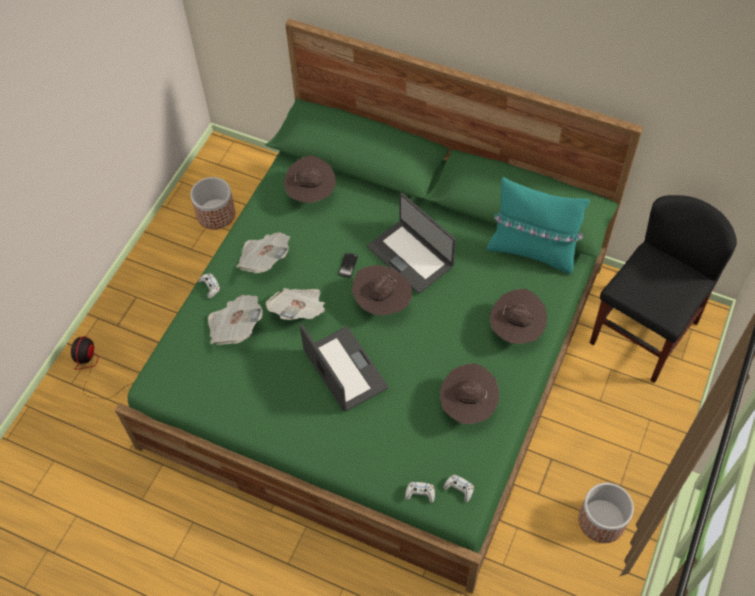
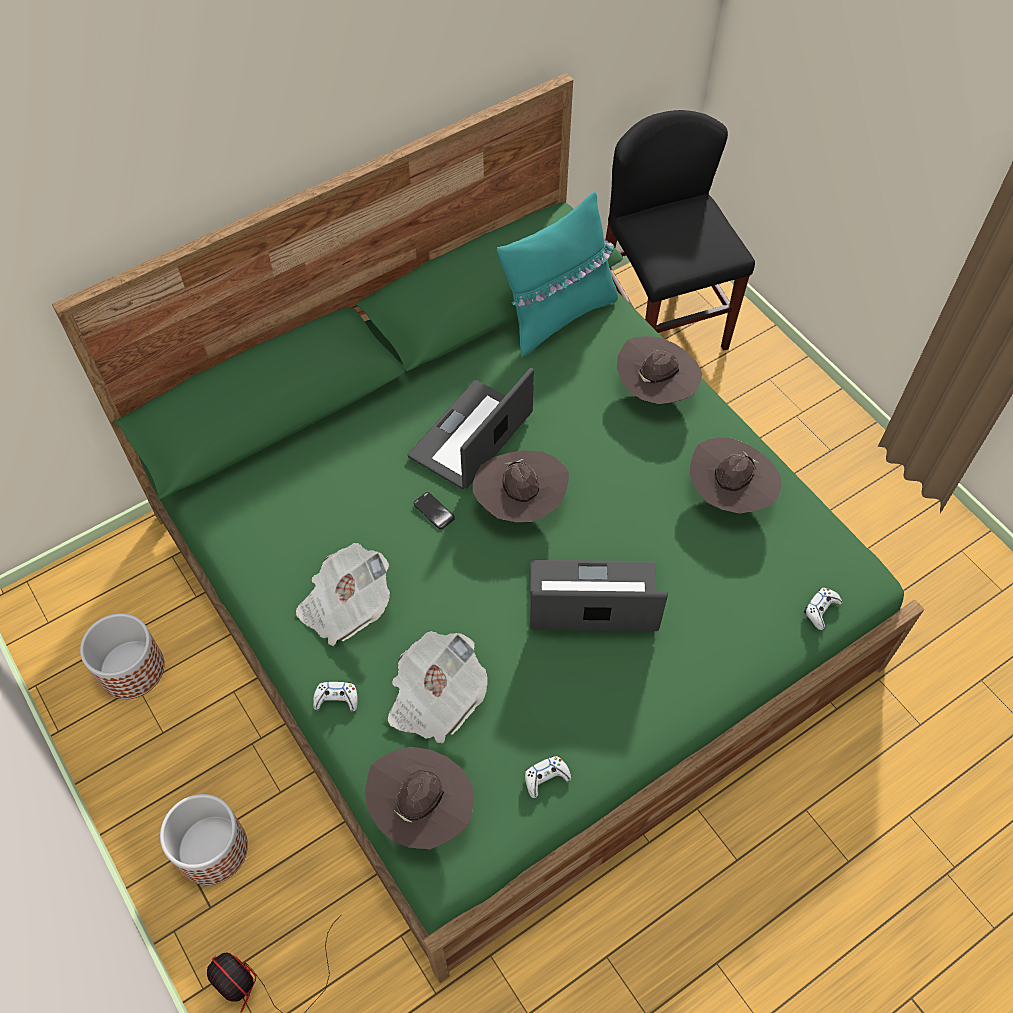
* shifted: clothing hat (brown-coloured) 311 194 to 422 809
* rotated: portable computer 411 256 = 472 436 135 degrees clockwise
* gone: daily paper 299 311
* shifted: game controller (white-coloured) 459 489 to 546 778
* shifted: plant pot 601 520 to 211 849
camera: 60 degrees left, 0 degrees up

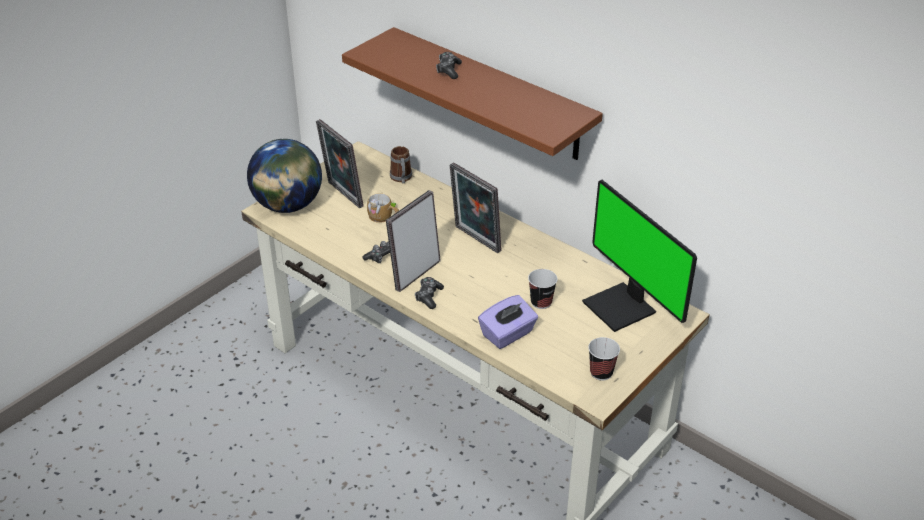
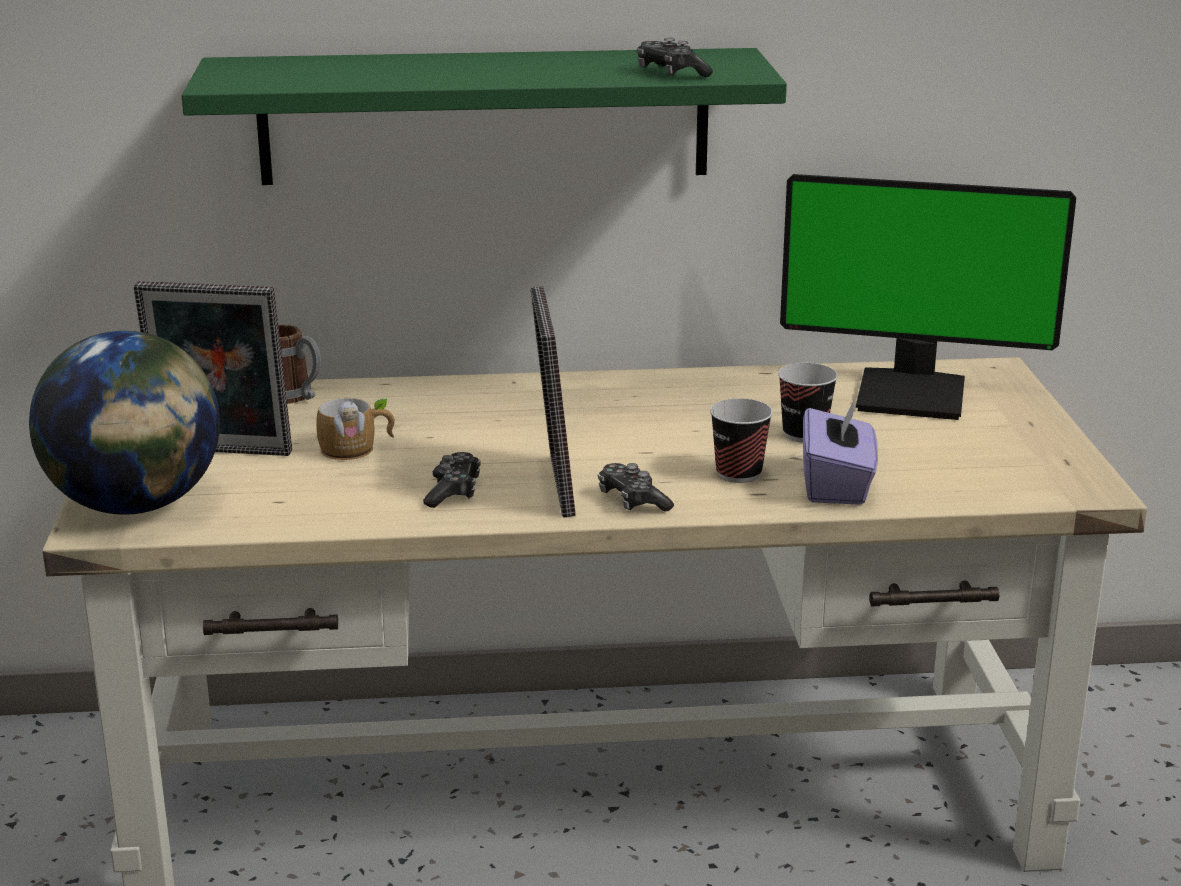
* repainted: wall shelf (brown-coloured) 491 94 to wall shelf (green) 484 116
* shifted: game controller 448 70 to 670 73
* gone: picture frame 475 240
* shifted: small cup 601 372 to 738 473
camera: 45 degrees left, 15 degrees down

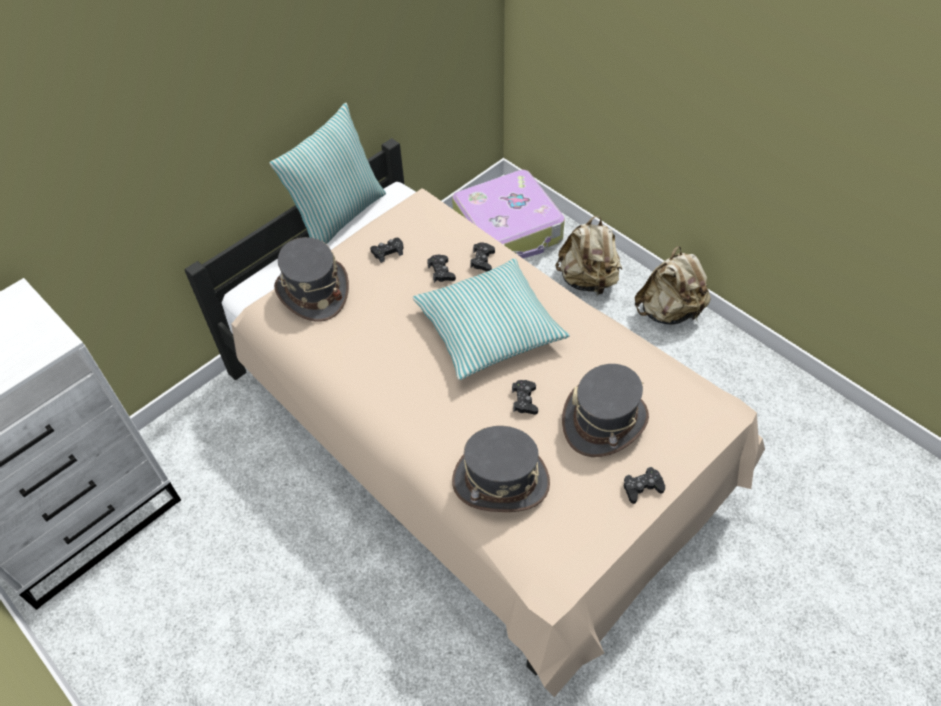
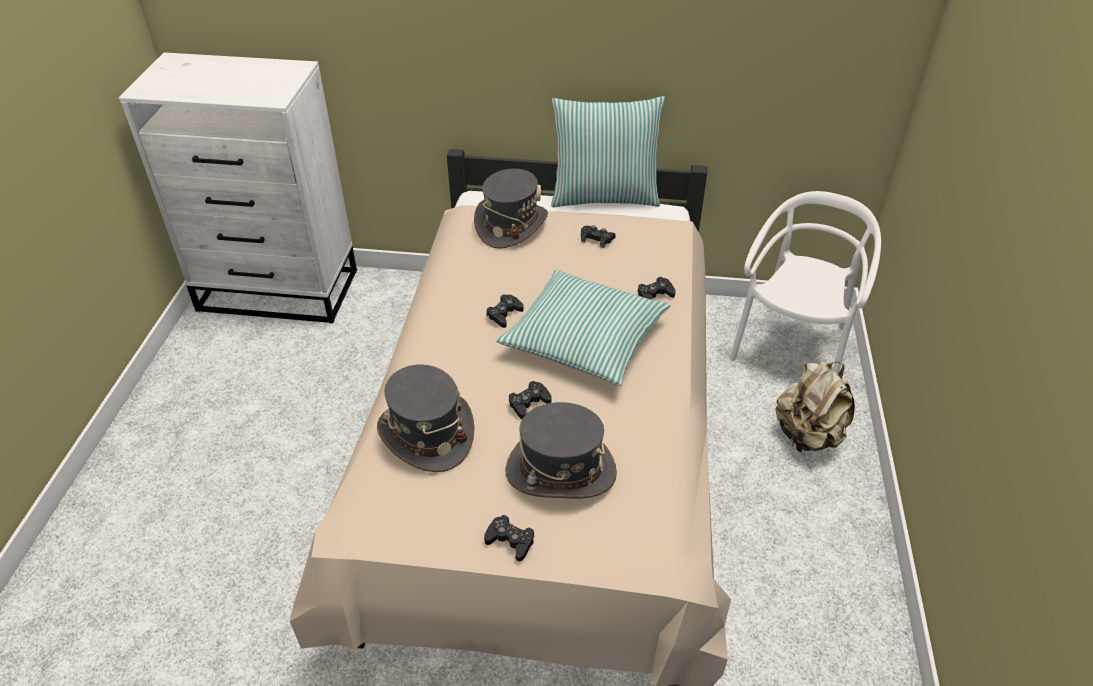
* swapped: travel case 508 230 to plain chair (white-coloured) 792 346
* gone: rucksack (sand-coloured) 669 311
* shifted: game controller (black) 441 272 to 504 314
camera: 50 degrees right, 10 degrees down

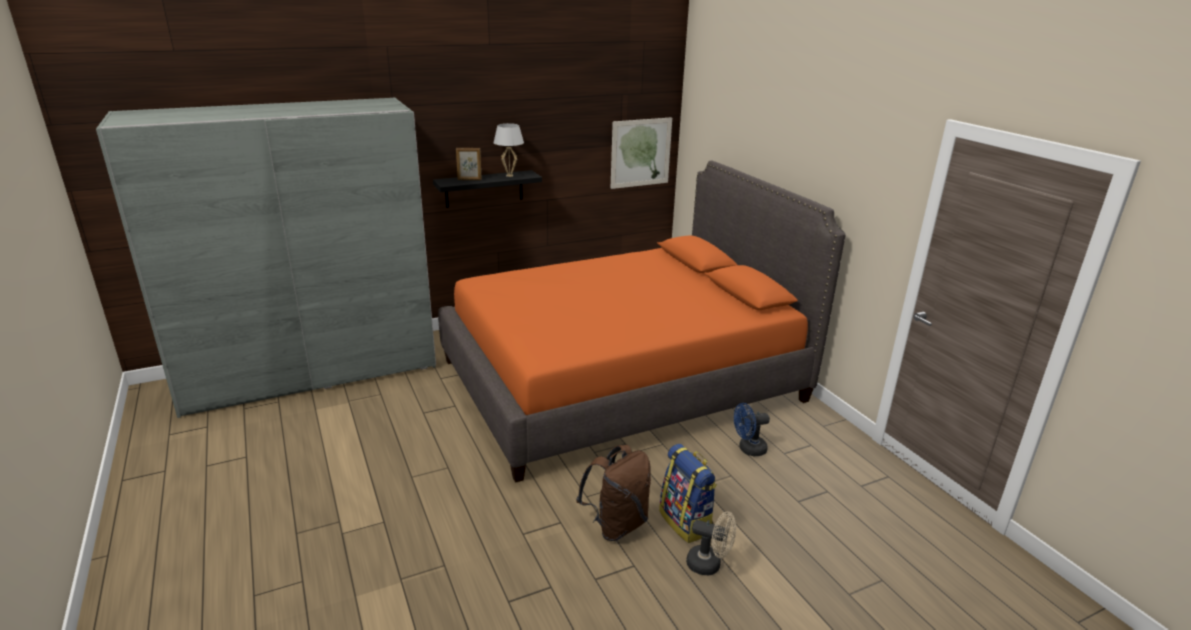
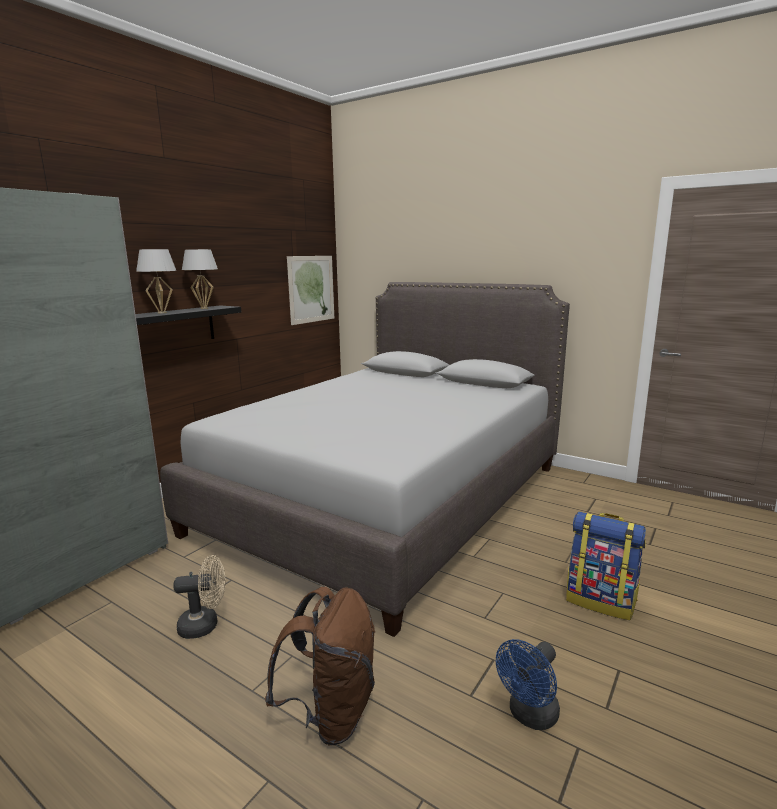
* swapped: picture frame 469 180 to table lamp (white-coloured) 162 313
* repainted: bedroom bed (orange) 622 380 to bedroom bed (greyish) 388 498
* shifted: fan (blue-coloured) 748 449 to 529 716
* shifted: rucksack (brown-coloured) 616 524 to 331 713
* shifted: fan (sand-coloured) 709 565 to 205 625
camera: 30 degrees left, 10 degrees down

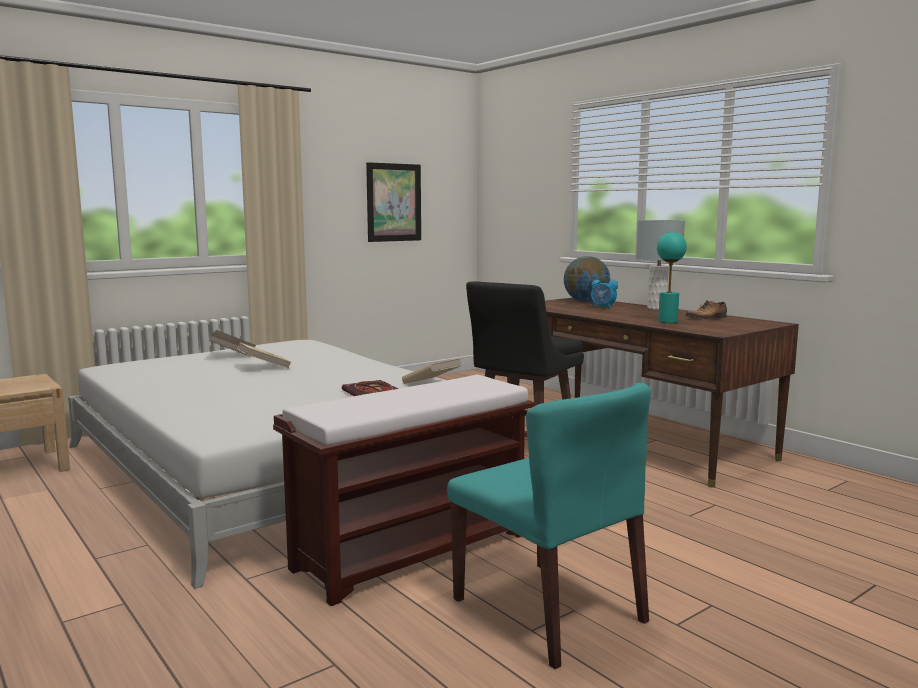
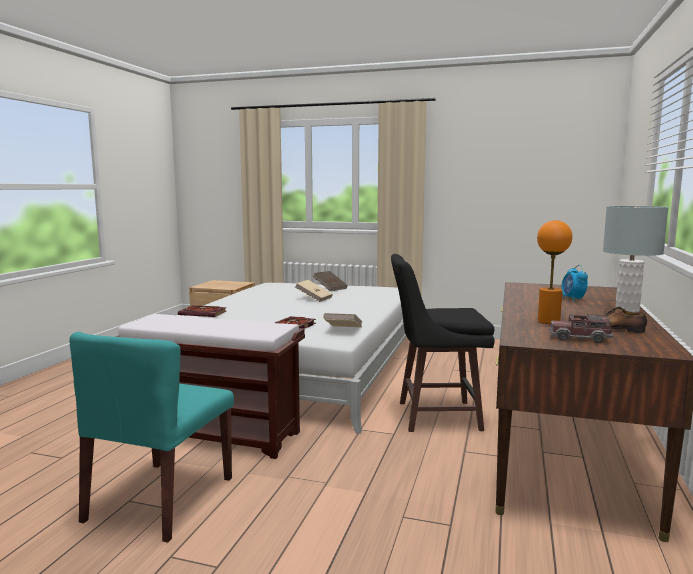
* gone: wall picture 394 202
* repainted: table lamp (turquoise) 668 321 to table lamp (orange) 548 321
* gone: desk globe 586 302
* new: volume 204 313
* new: toy truck 579 338
camera: 55 degrees right, 0 degrees up

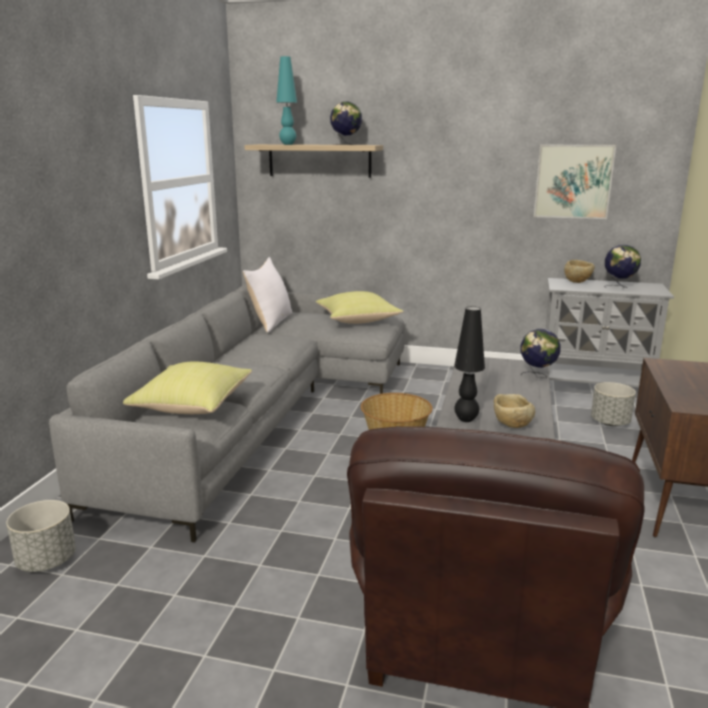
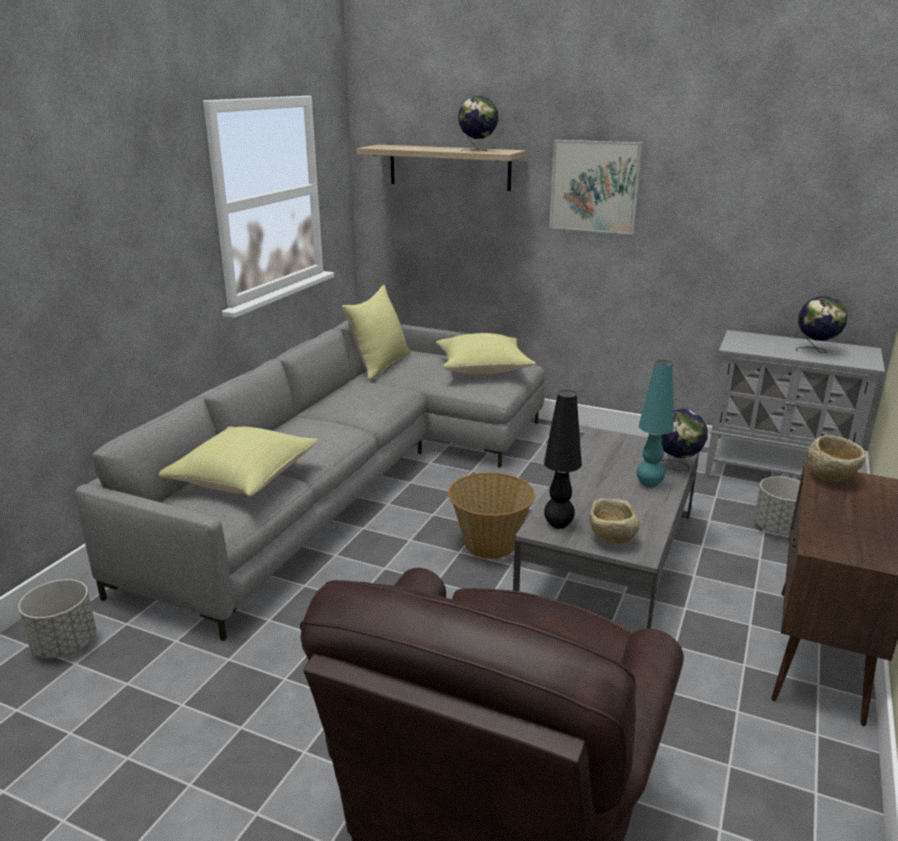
* shifted: table lamp (turquoise) 288 144 to 649 484
* shifted: wall picture 573 181 to 594 186
* repainted: throw pillow (white-coloured) 271 322 to throw pillow (yellow) 380 365
* shifted: bowl (sand-coloured) 578 282 to 832 478
camera: 10 degrees right, 5 degrees up

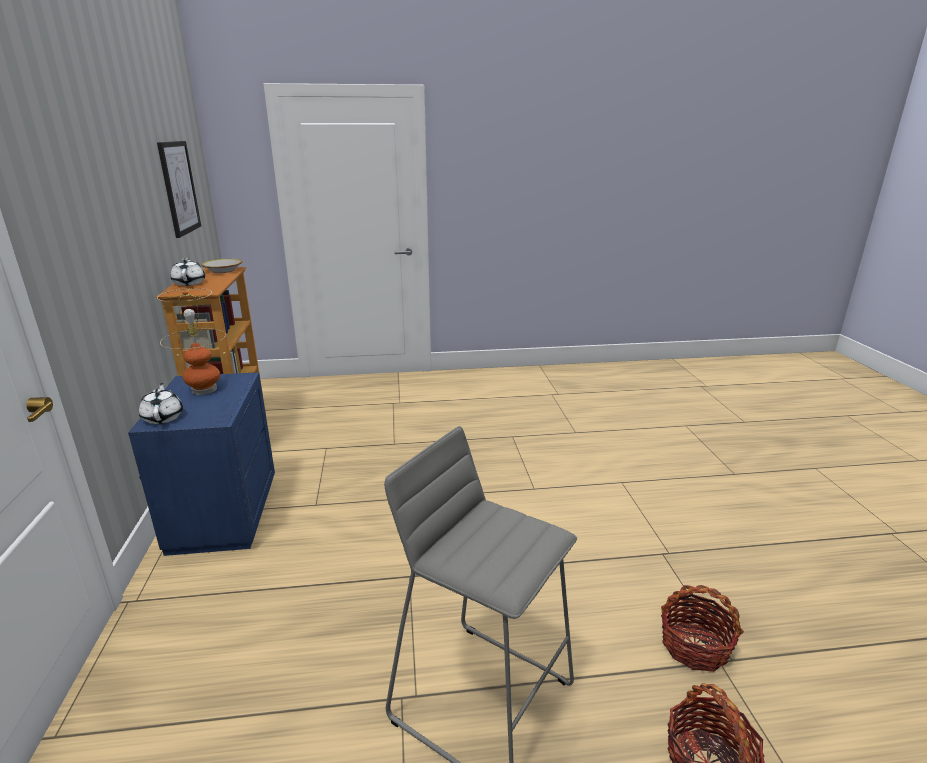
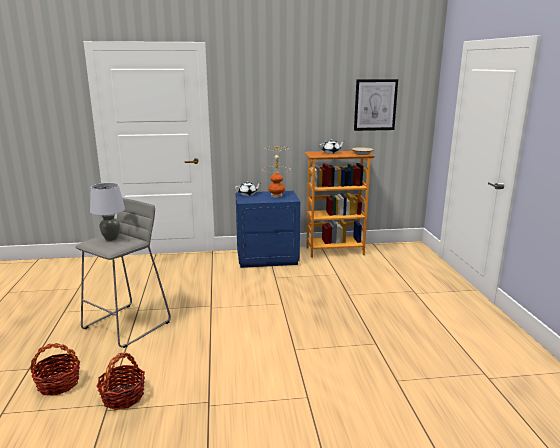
* new: table lamp (greyish) 111 238
camera: 90 degrees right, 5 degrees down

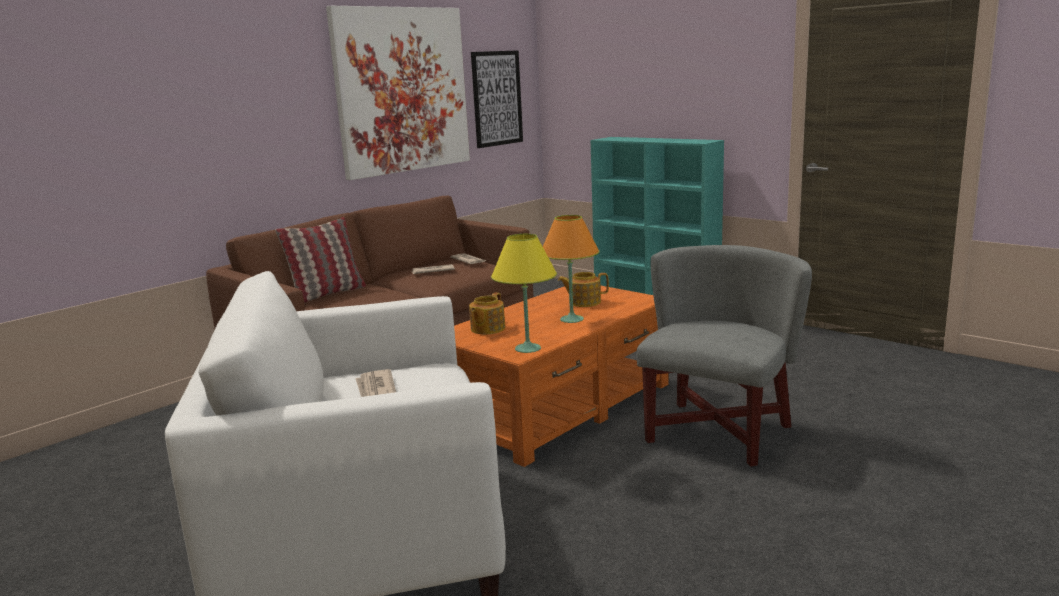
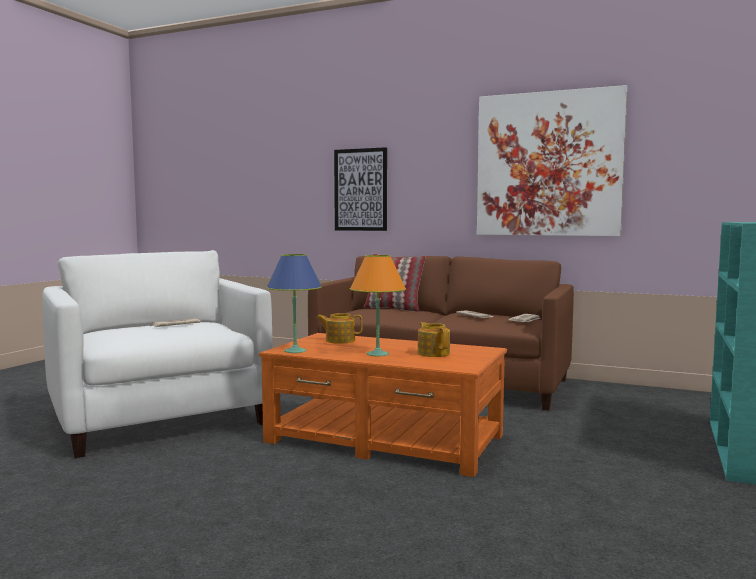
* shifted: wall picture 497 98 to 360 190
* repainted: table lamp (yellow) 527 348 to table lamp (blue-coloured) 295 351
* gone: lounge chair (greyish) 717 433
camera: 70 degrees right, 10 degrees down

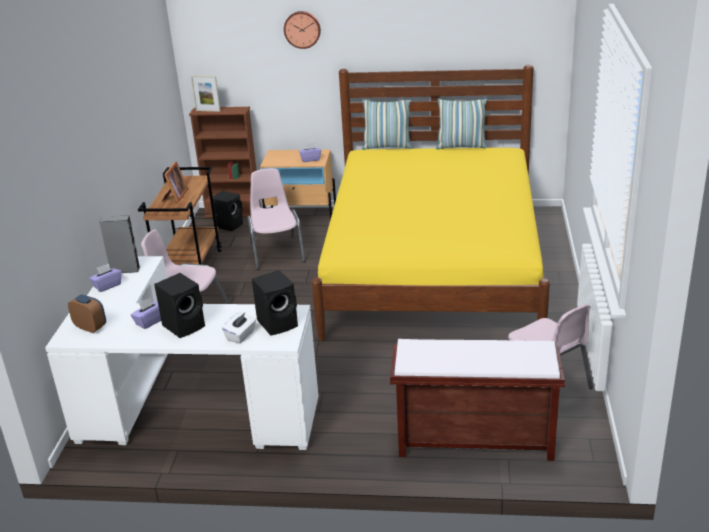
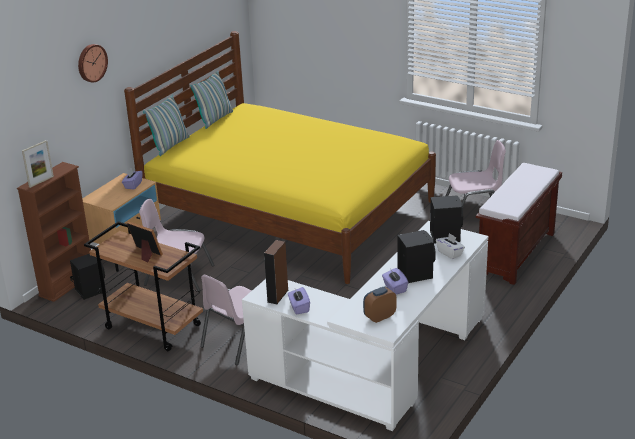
* repainted: speaker (greyish) 125 270 to speaker (brown-coloured) 278 296
camera: 65 degrees left, 0 degrees up

